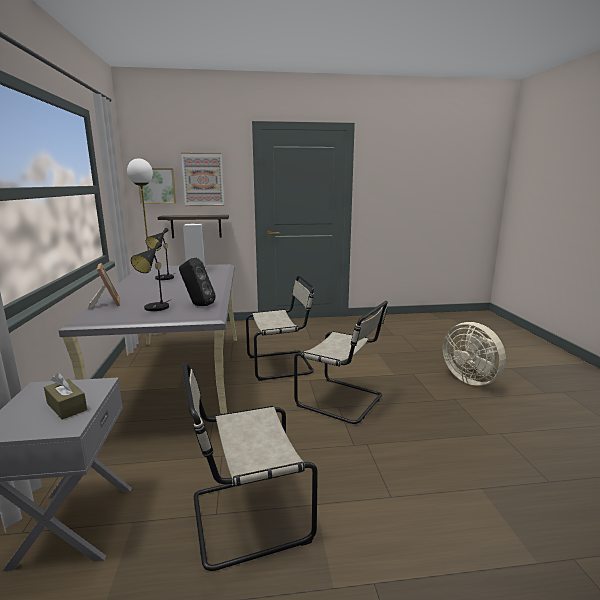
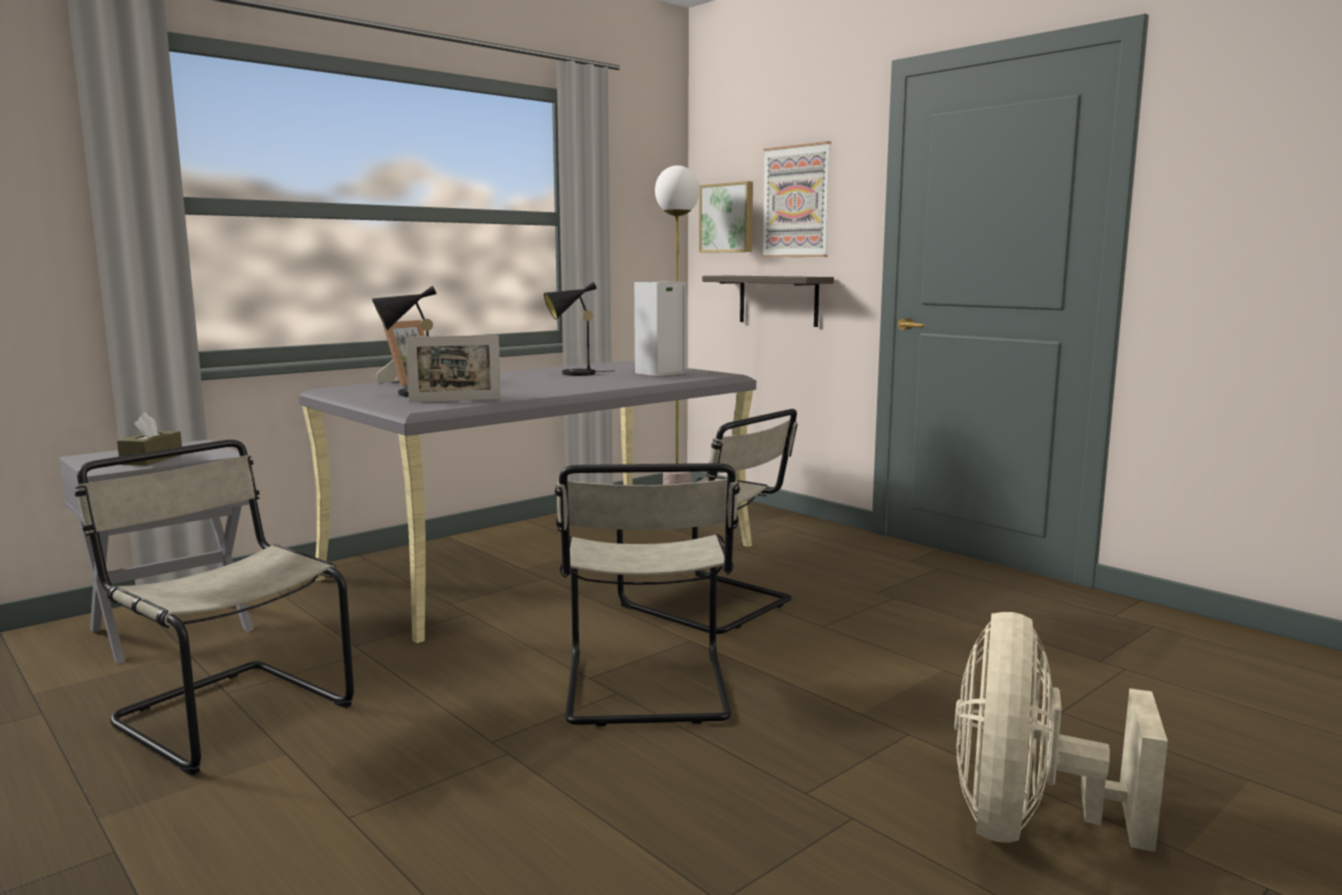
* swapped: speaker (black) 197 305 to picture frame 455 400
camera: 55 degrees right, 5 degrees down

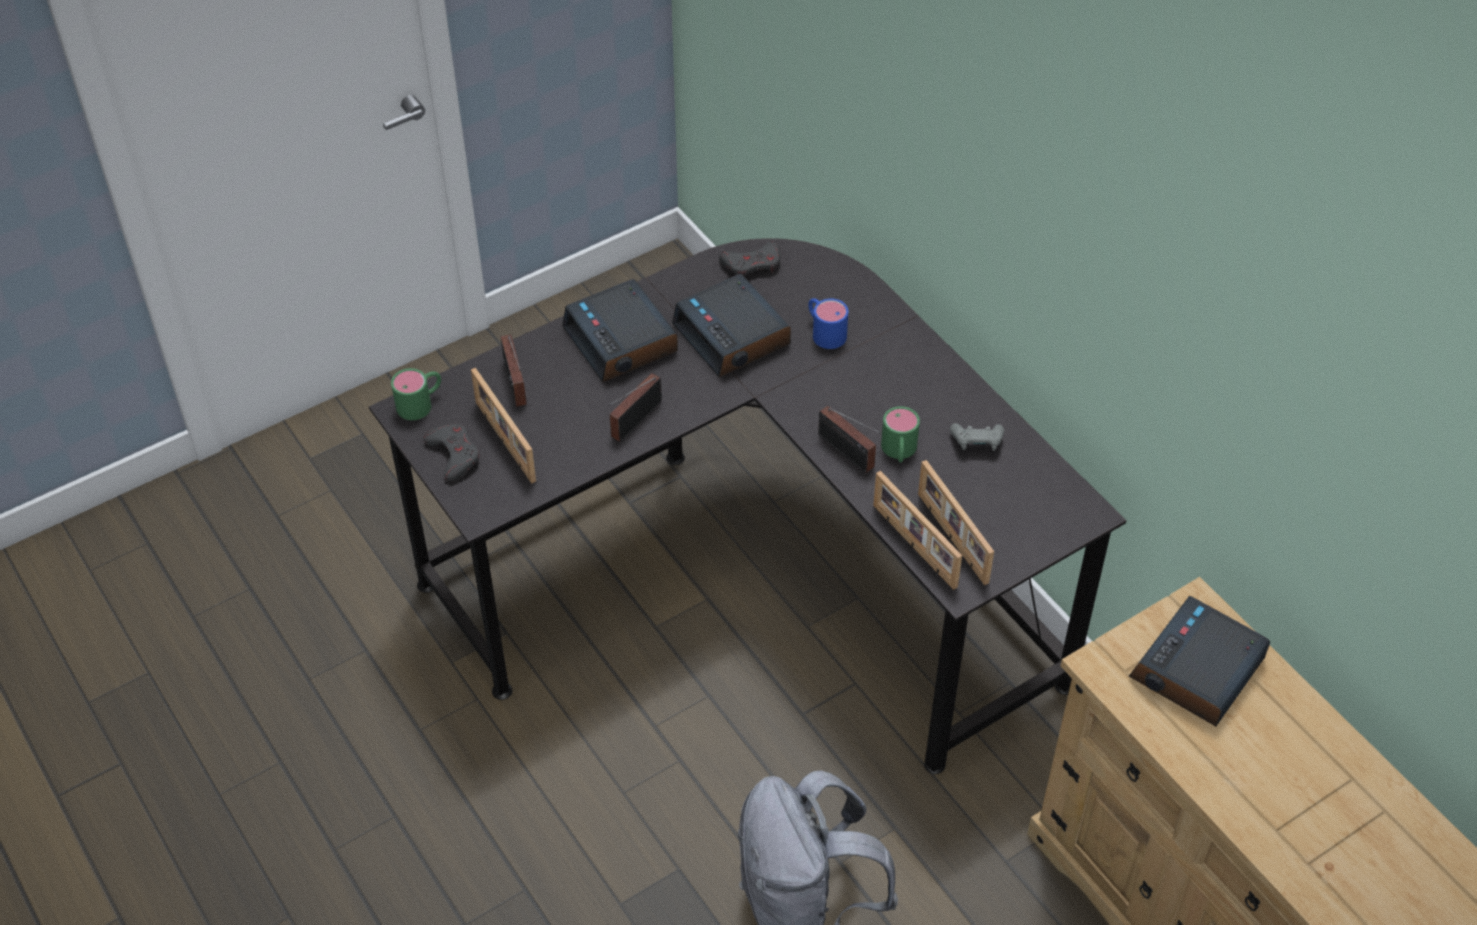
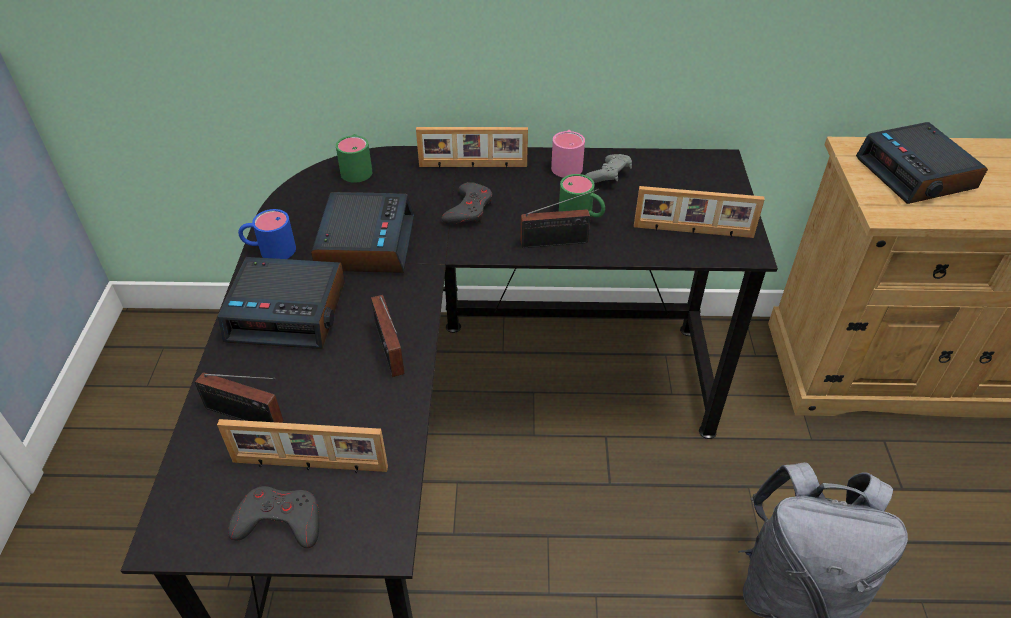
* shifted: game controller (greyish) 752 264 to 469 209
* rotated: bedside clock 733 335 = 365 243 90 degrees counterclockwise
* shifted: coffee mug (blue-coloured) 824 331 to 269 250
* shifted: coffee mug (green) 421 403 to 357 168
* shifted: picture frame 913 546 to 473 166
* new: coffee mug (pinkish) 567 164
camera: 55 degrees left, 5 degrees down

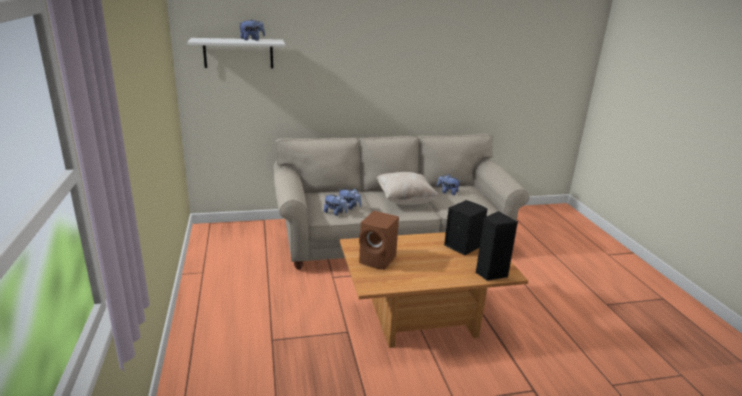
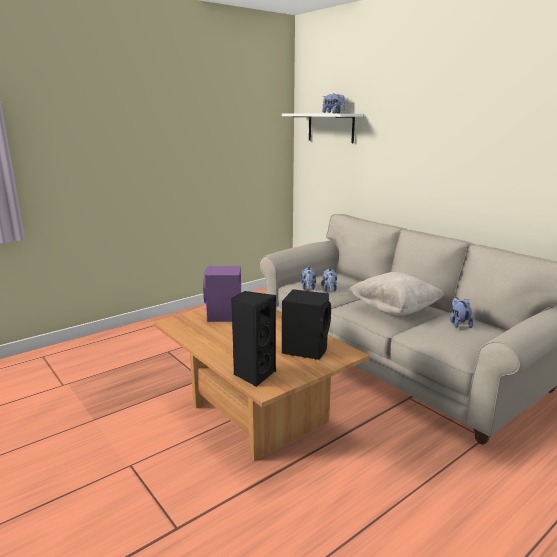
* repainted: speaker (brown-coloured) 378 260 to speaker (purple) 224 316
camera: 65 degrees right, 5 degrees down

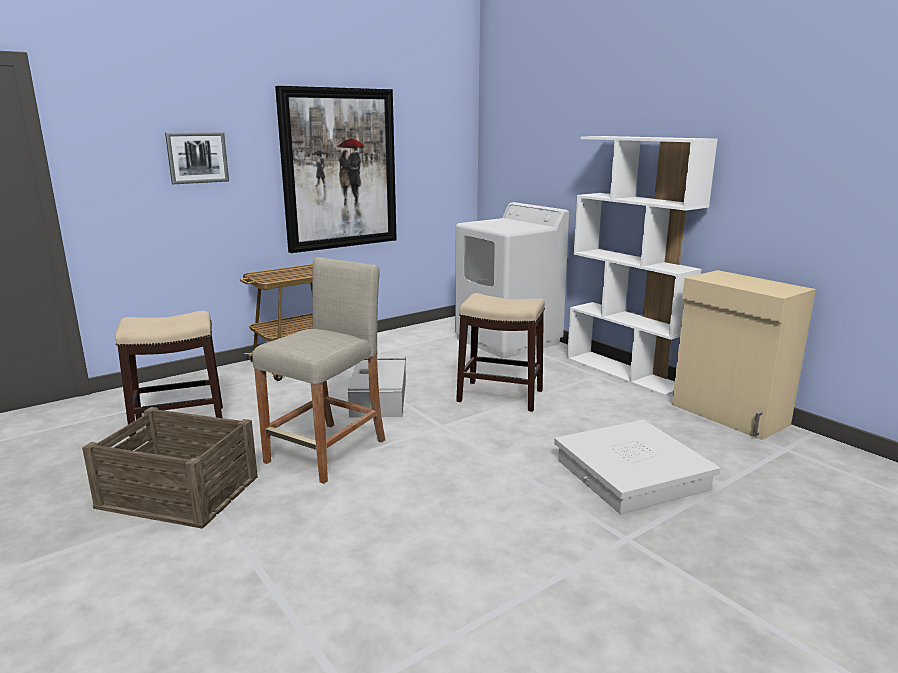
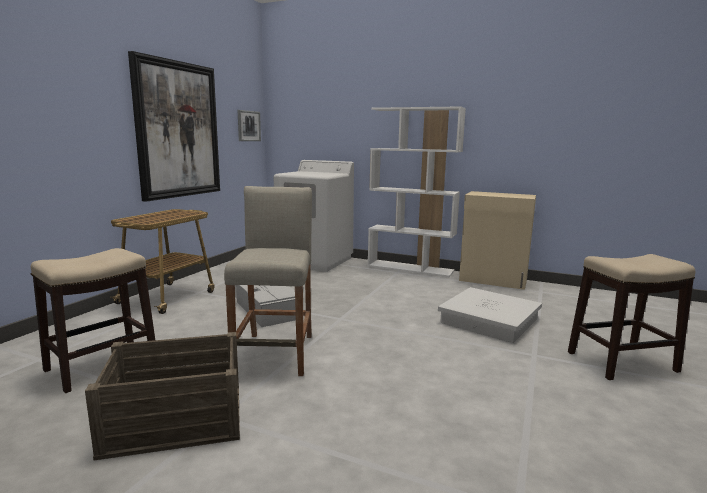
* shifted: wall picture 197 157 to 248 126
* shifted: stool seat 501 396 to 622 361
camera: 30 degrees left, 5 degrees down

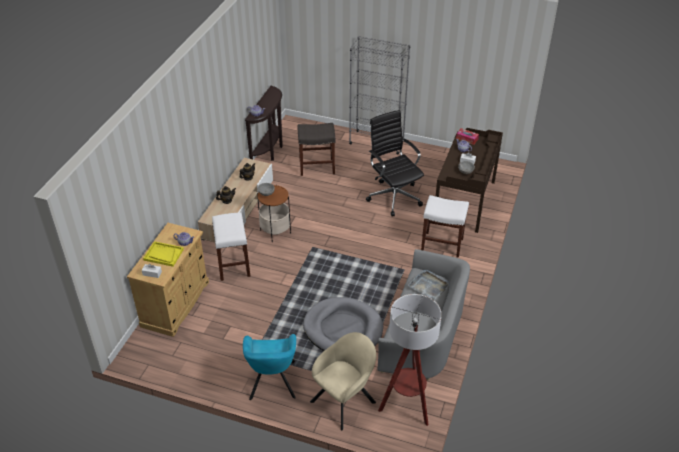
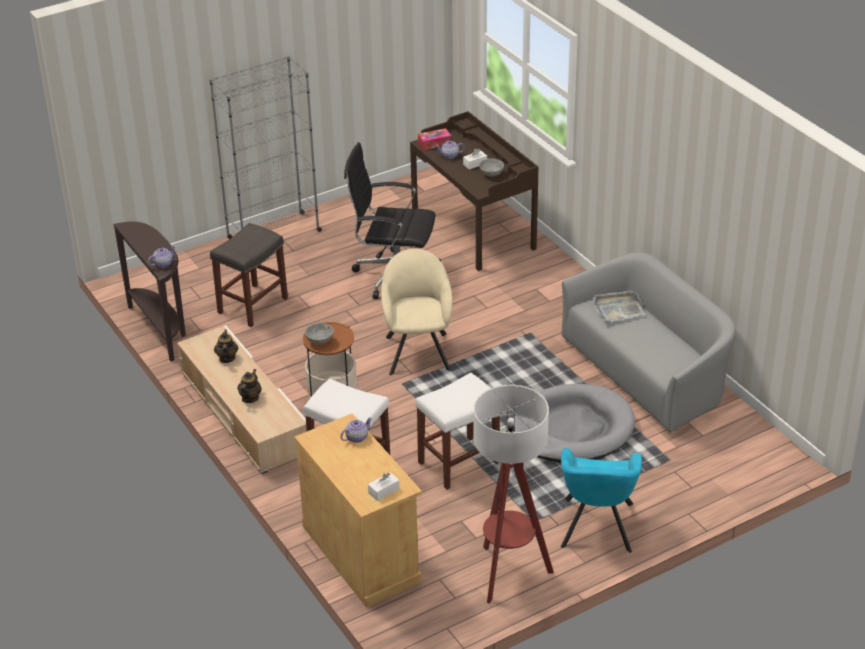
* shifted: stool seat (white-coloured) 441 244 to 458 463
* gone: tray (yellow) 163 255
* shifted: floor lamp 406 406 to 508 573
* shifted: lounge chair (sand-coloured) 345 400 to 418 350
* rotated: lounge chair (turquoise) 272 382 = 597 528 60 degrees clockwise
camera: 50 degrees left, 5 degrees down

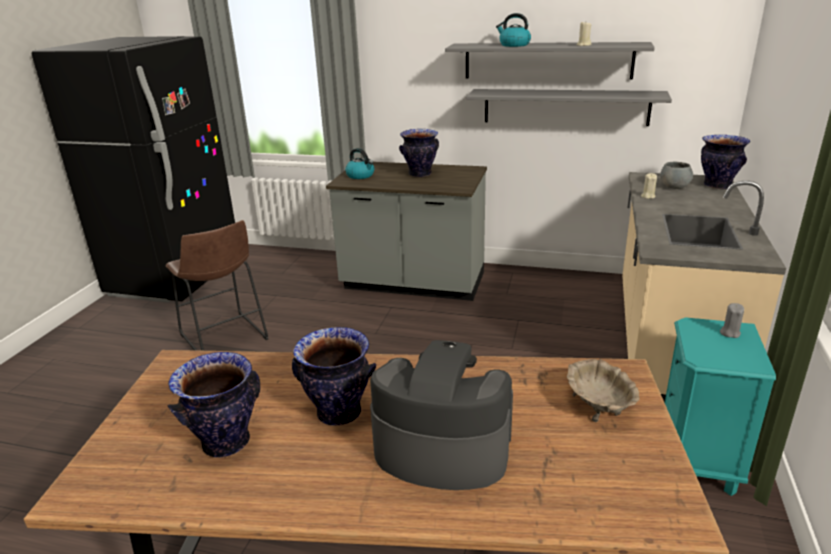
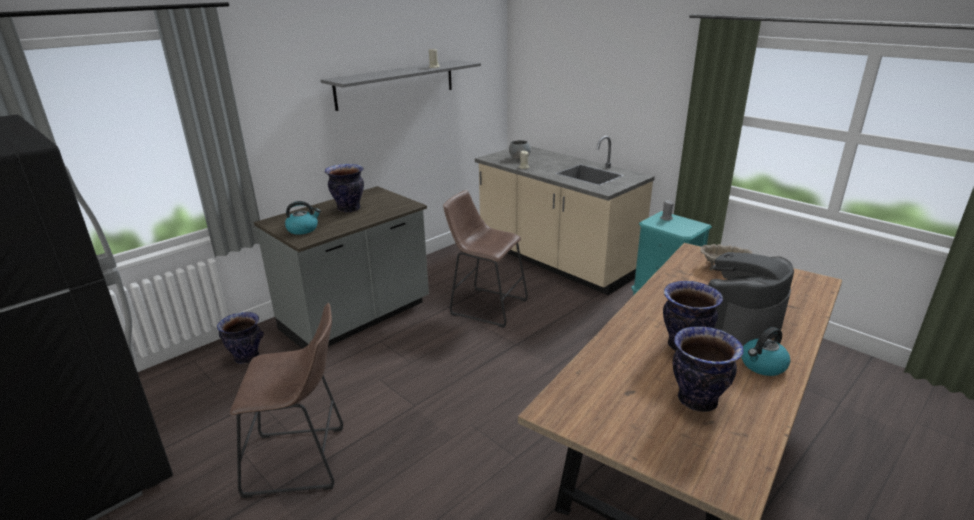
* shifted: water kettle 514 45 to 762 365
* gone: wall shelf (greyish) 565 107
* shifted: decorative vase 717 185 to 247 357
* new: stool seat (brown-coloured) 485 306
camera: 60 degrees left, 0 degrees up

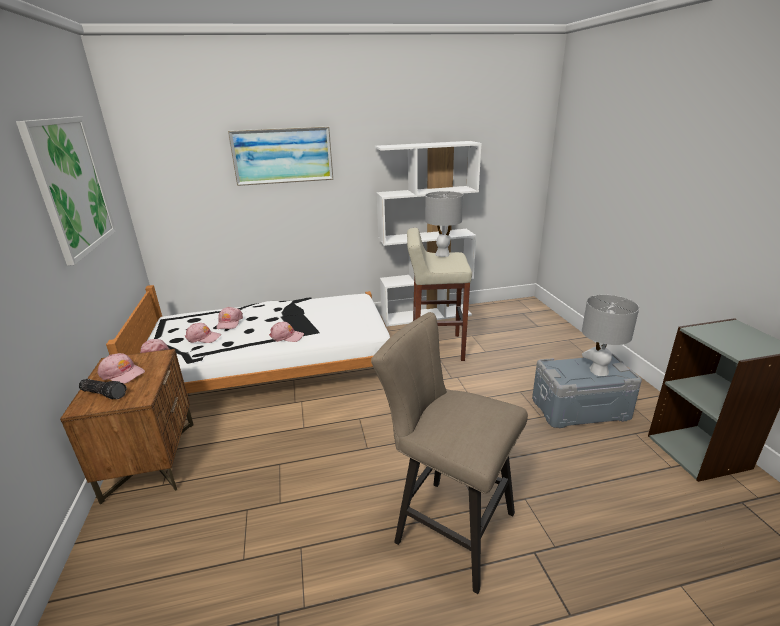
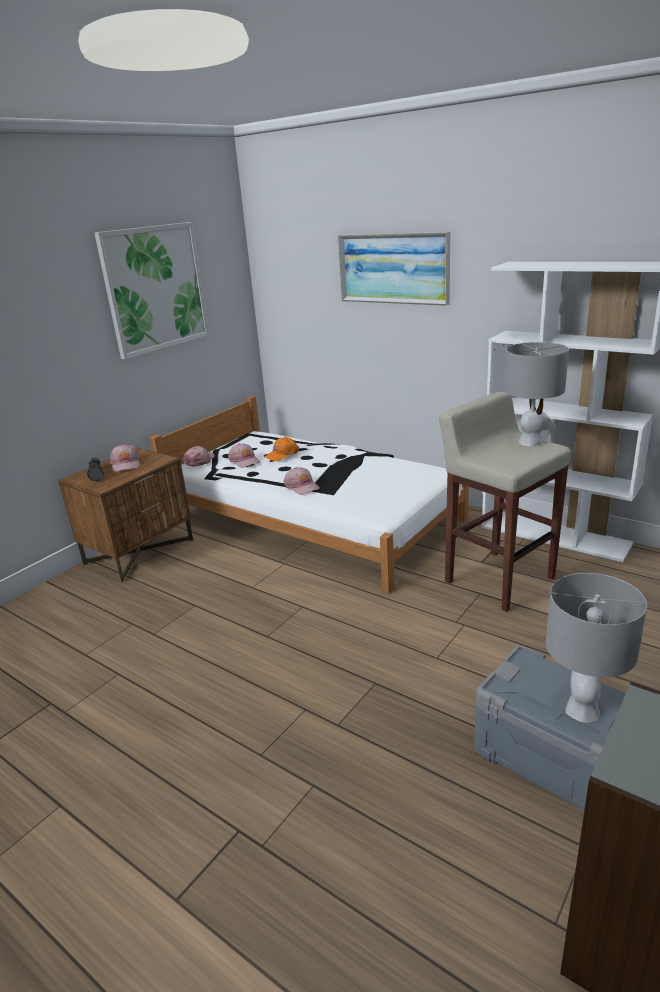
* repainted: peaked cap (pinkish) 229 322 to peaked cap (orange) 281 454
* gone: stool seat (sand-coloured) 447 525
camera: 50 degrees right, 0 degrees up

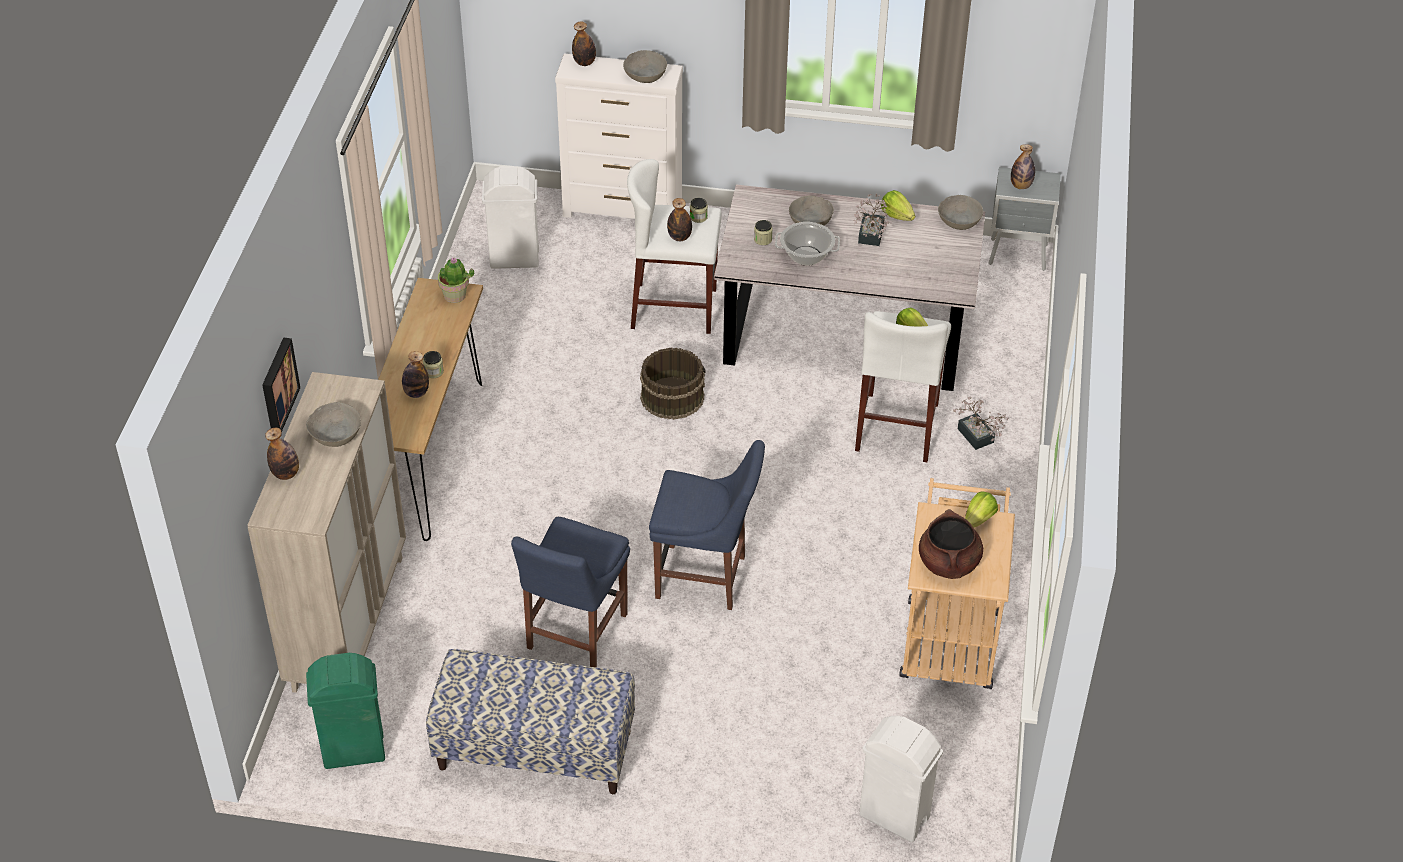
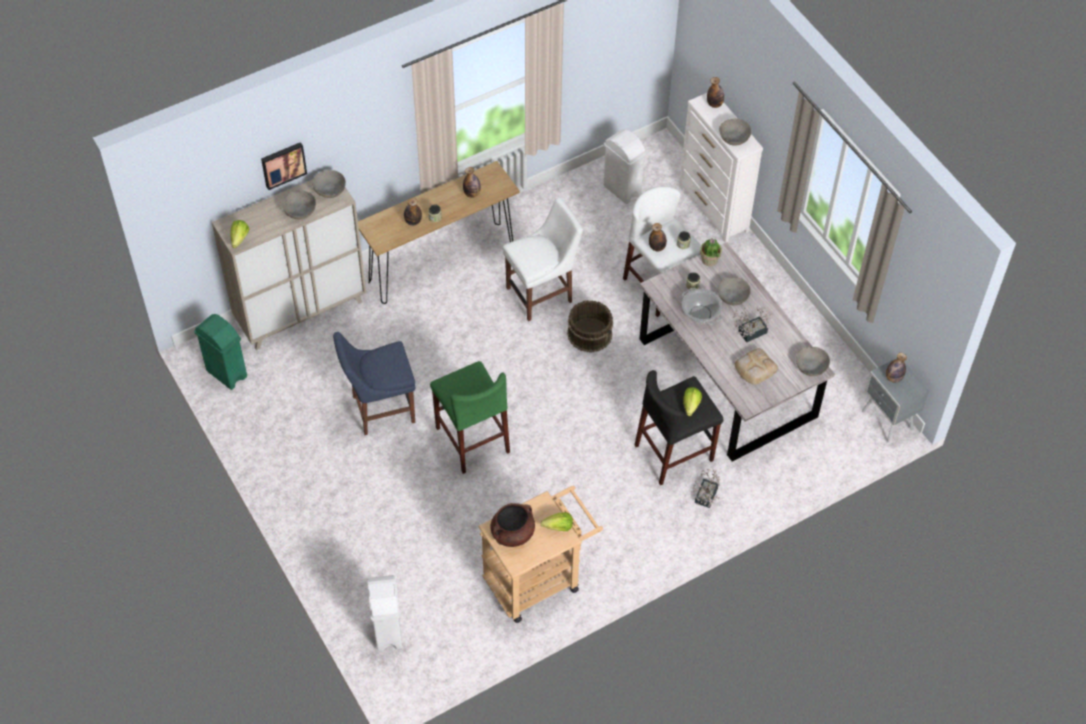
* shifted: lettuce head 897 215 to 239 239
* shifted: potted plant 455 295 to 709 260
* repainted: stool seat (white-coloured) 897 427 to stool seat (black) 674 453
* shifted: beverage bottle 286 474 to 472 193
* swapped: plain chair (blue-coloured) 706 578 to stool seat (green) 472 440
* gone: long seat 534 750
* new: bowl (greyish) 330 189
* new: plain chair (white-coloured) 542 294
* new: bakery bread 754 368
camera: 50 degrees right, 10 degrees up

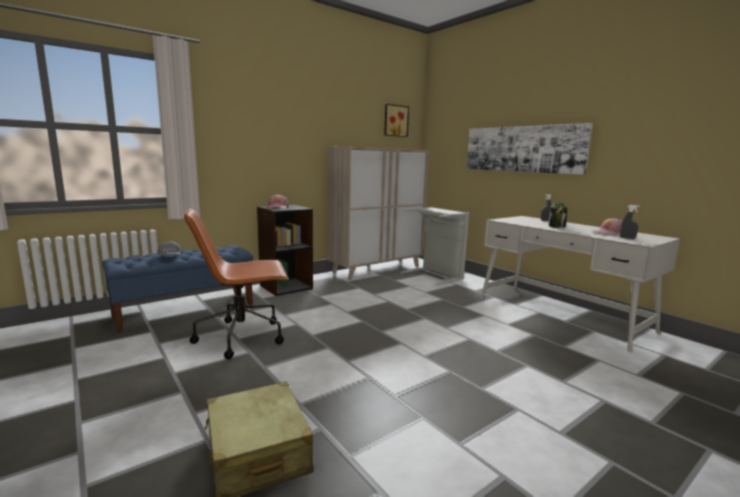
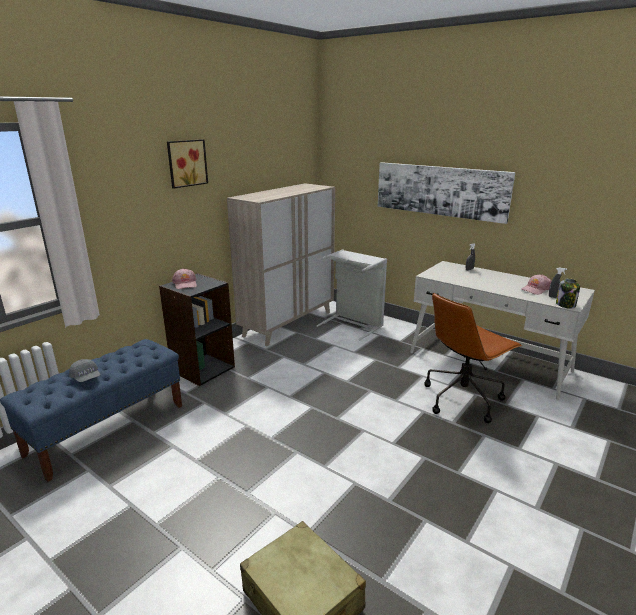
* shifted: wall picture 395 121 to 186 163
* shifted: jar 557 226 to 565 305
* shifted: desk chair (brown-coloured) 243 337 to 463 398
camera: 15 degrees left, 10 degrees up

